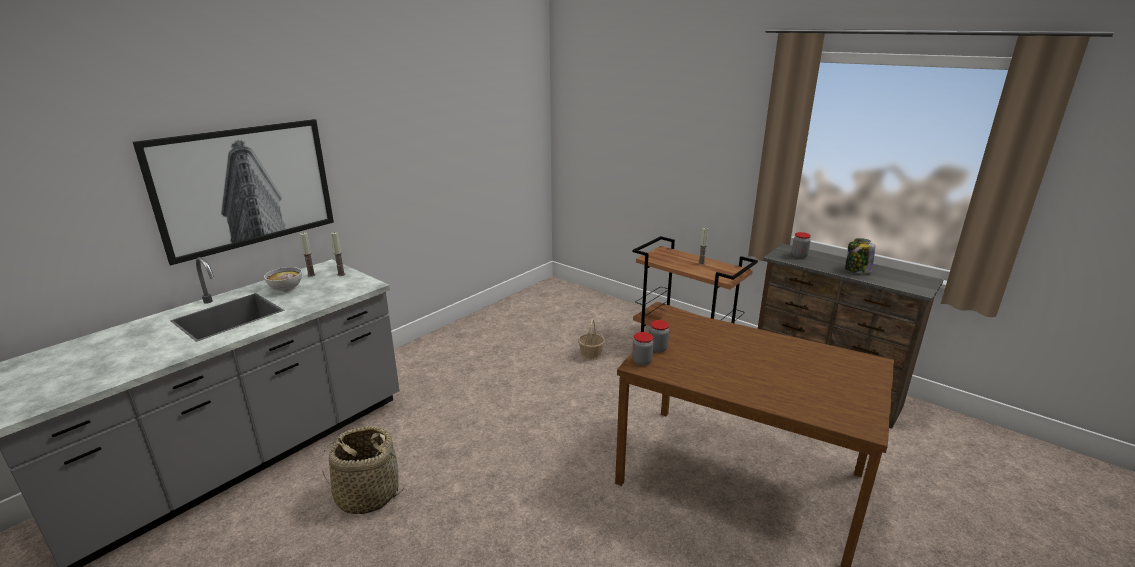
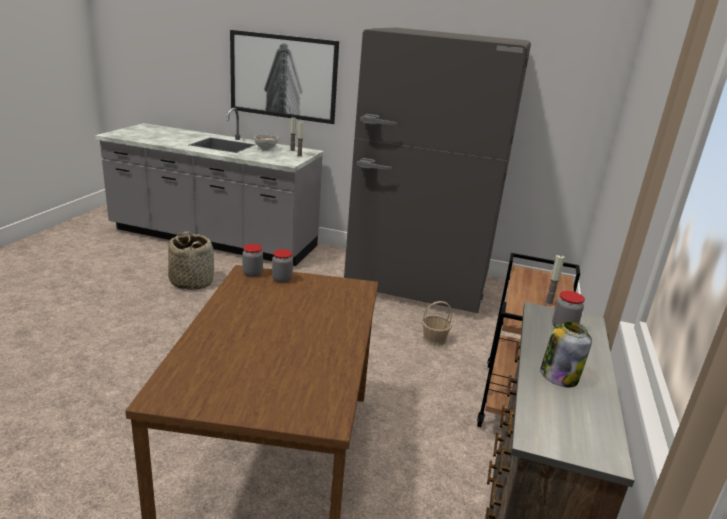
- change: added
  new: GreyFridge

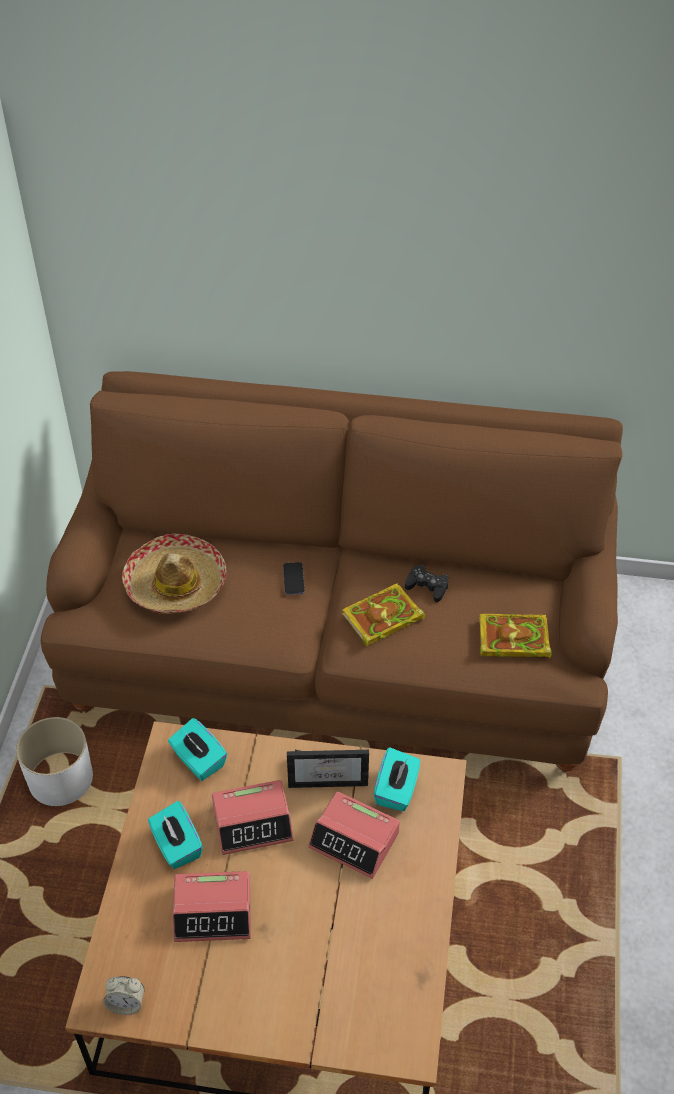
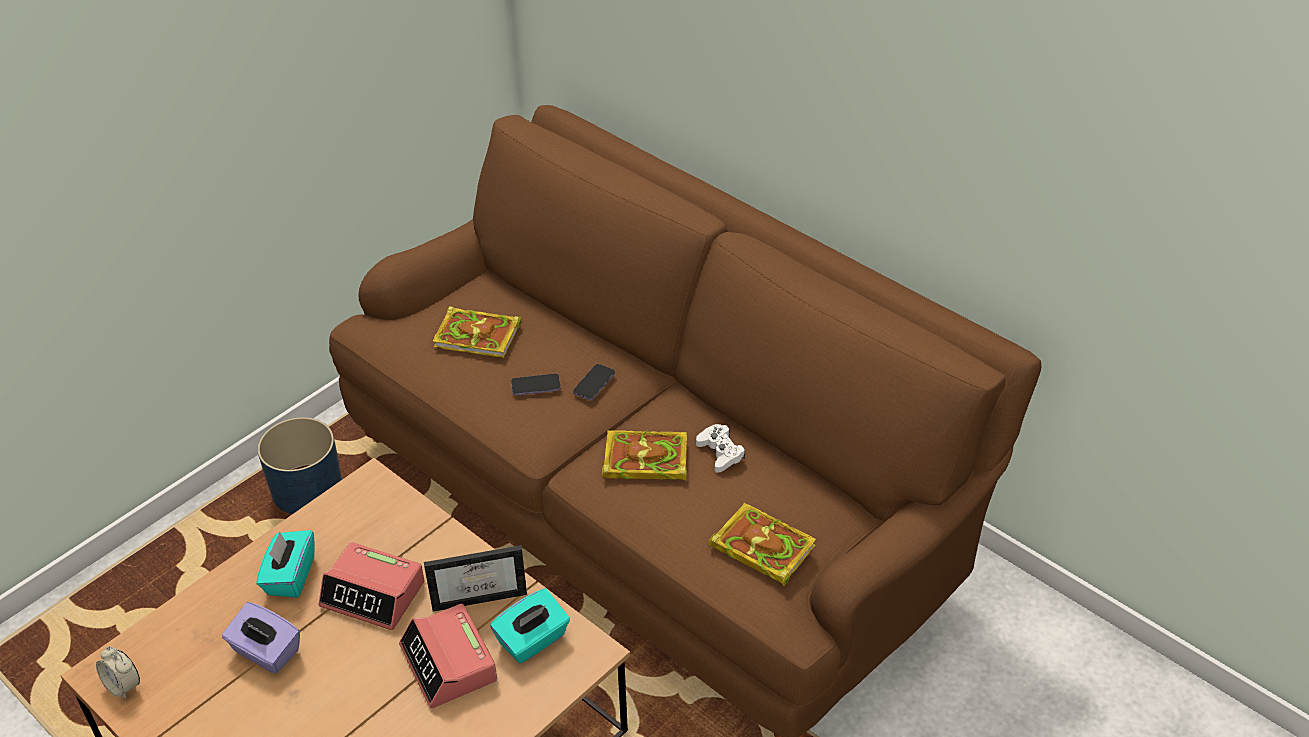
- change: replaced
  old: Hat
  new: Book (1st from left)
- change: recoloured
  old: BlackGameController
  new: WhiteGameController
- change: recoloured
  old: WhitePlanter
  new: BluePlanter
- change: removed
  old: TurquoiseTissueBox (2nd from left)
- change: turned
  old: PictureFrame
  degrees: -45
- change: replaced
  old: AlarmClock (2nd from left)
  new: PurpleTissueBox
- change: added
  new: Phone (1st from left)

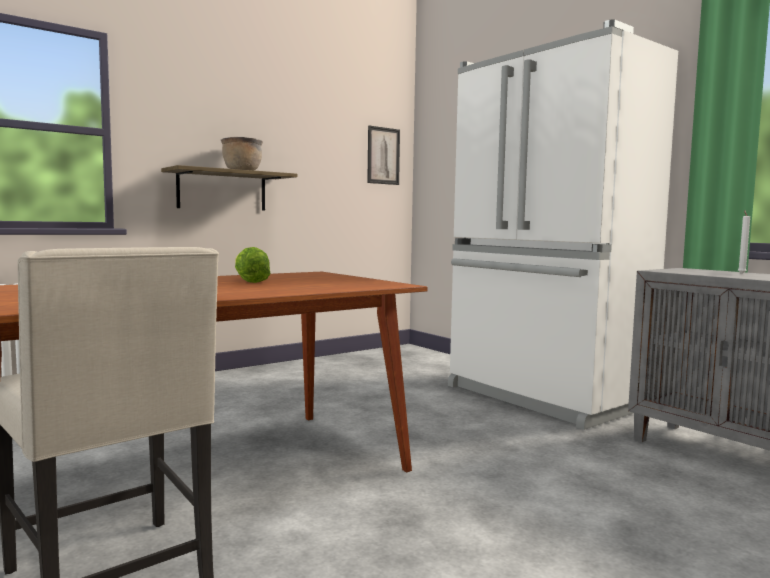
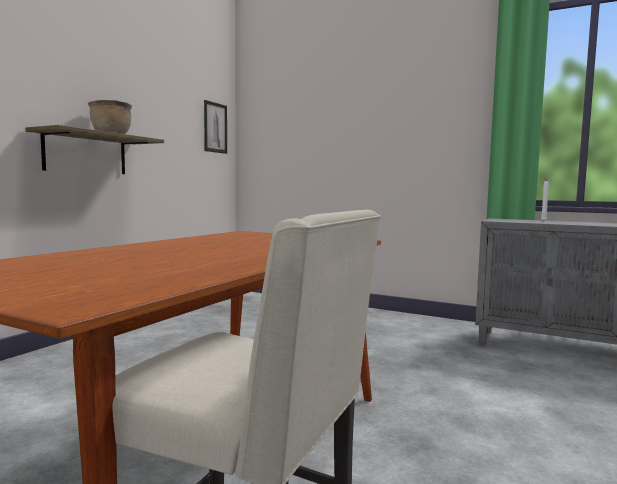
- change: removed
  old: WhiteFridge
- change: removed
  old: Lettuce

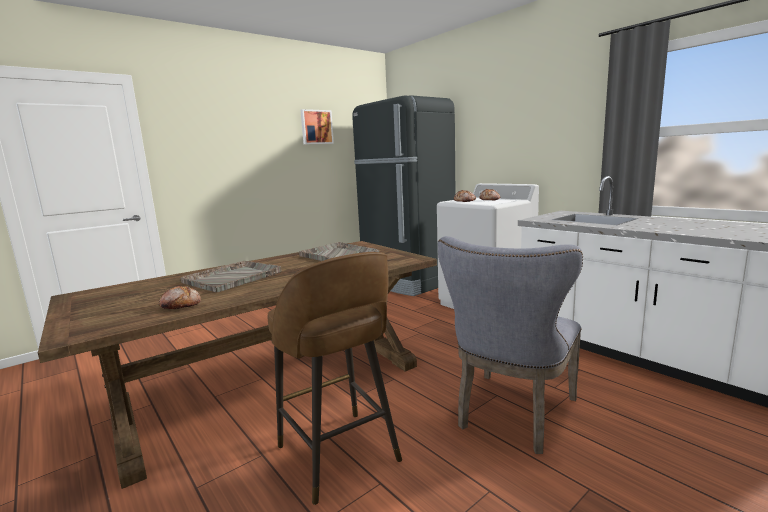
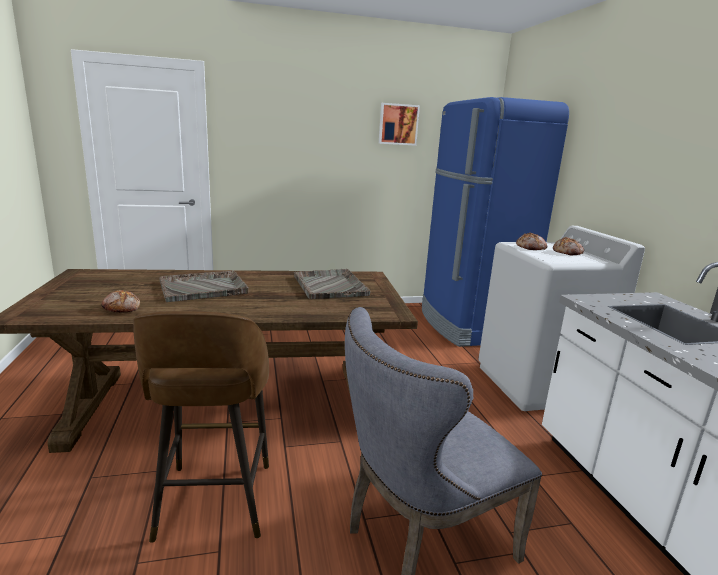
- change: recoloured
  old: BlackFridge
  new: BlueFridge

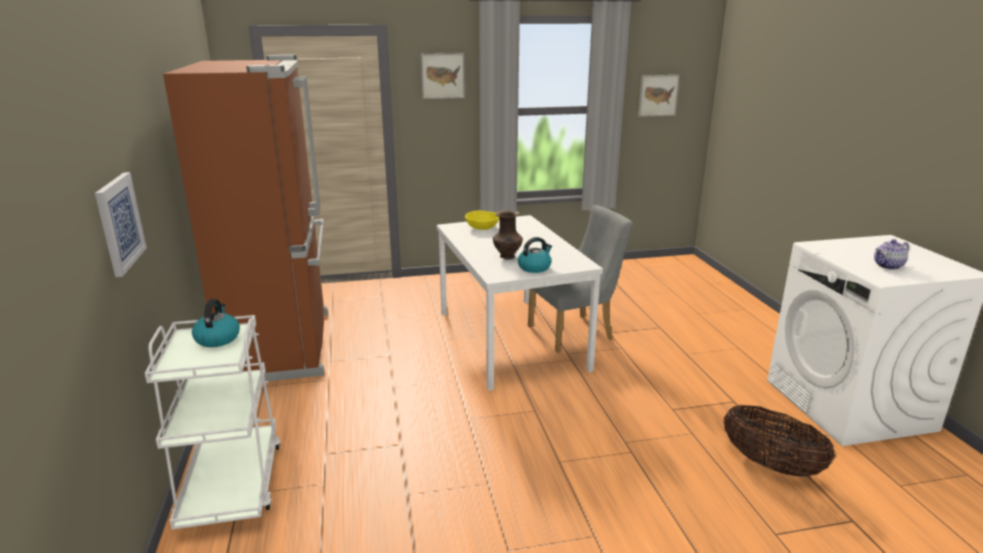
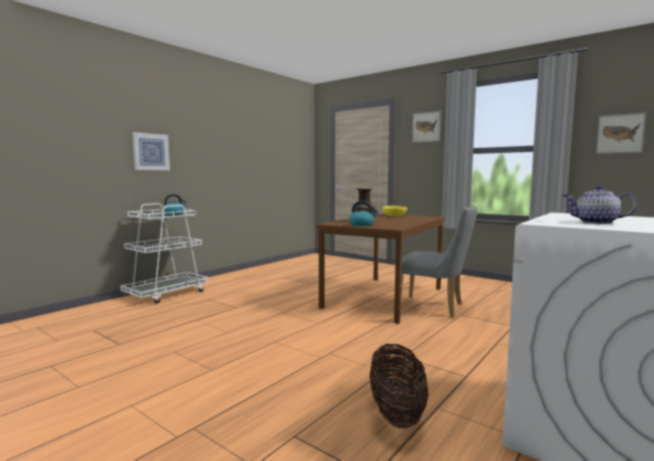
- change: removed
  old: BrownFridge
- change: recoloured
  old: WhiteDiningTable
  new: BrownDiningTable

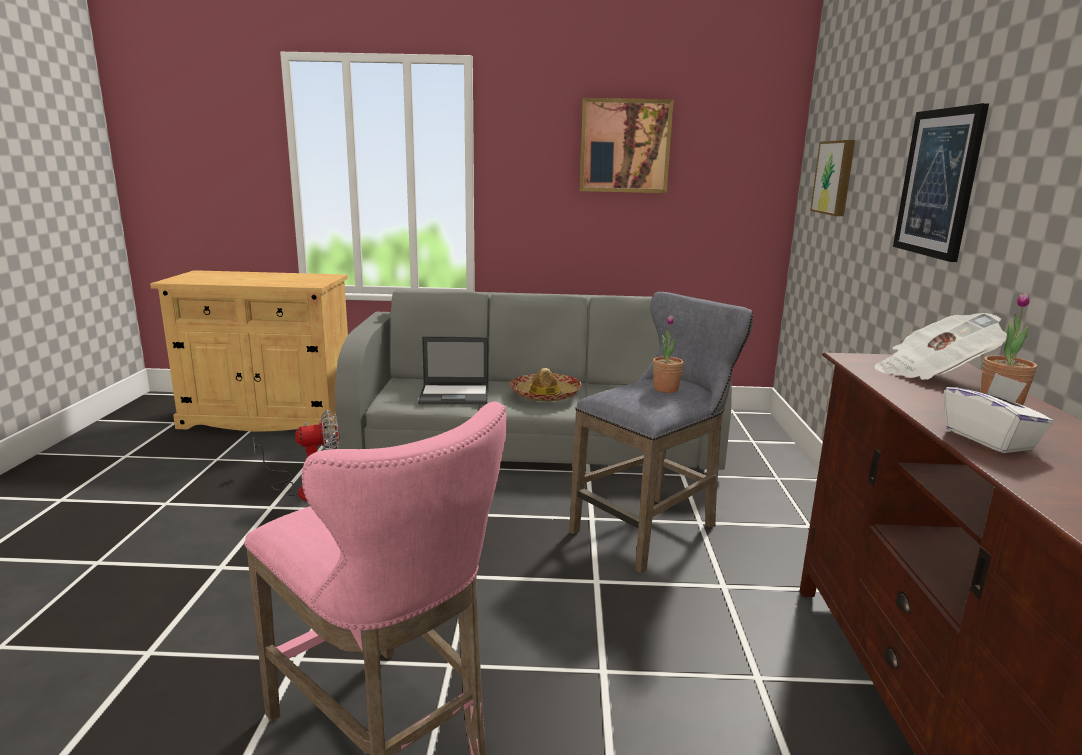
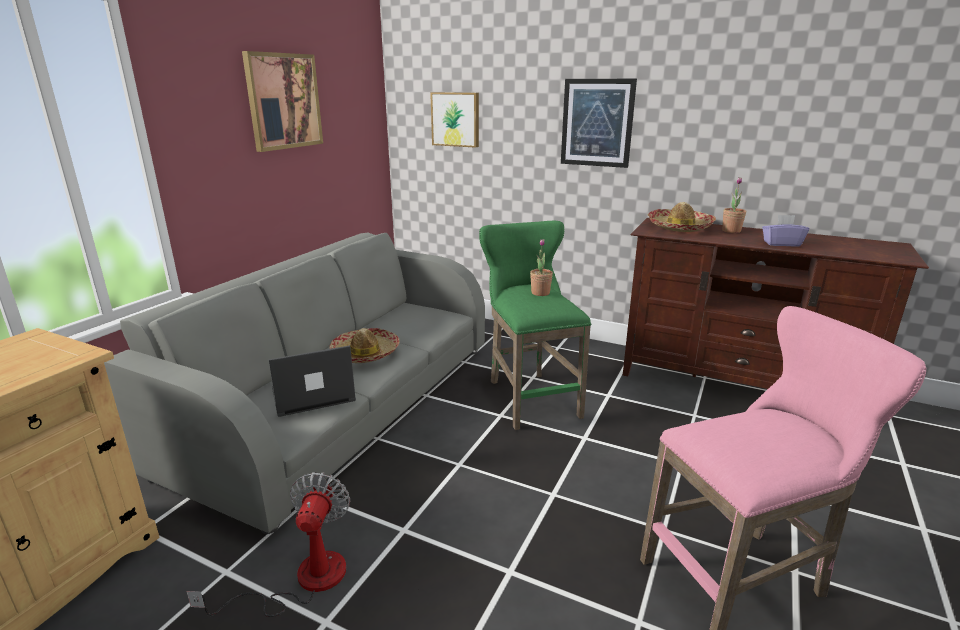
- change: recoloured
  old: GreyStool
  new: GreenStool
- change: replaced
  old: Newspaper
  new: Hat (2nd from left)
- change: turned
  old: Laptop
  degrees: -135
- change: recoloured
  old: WhiteTissueBox
  new: PurpleTissueBox

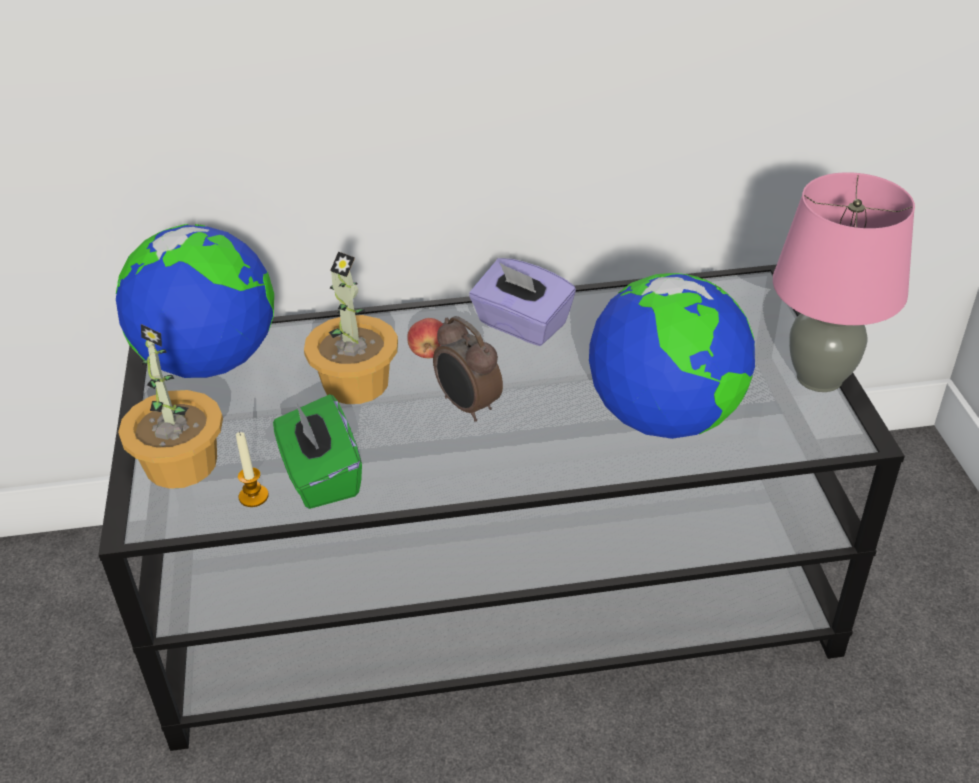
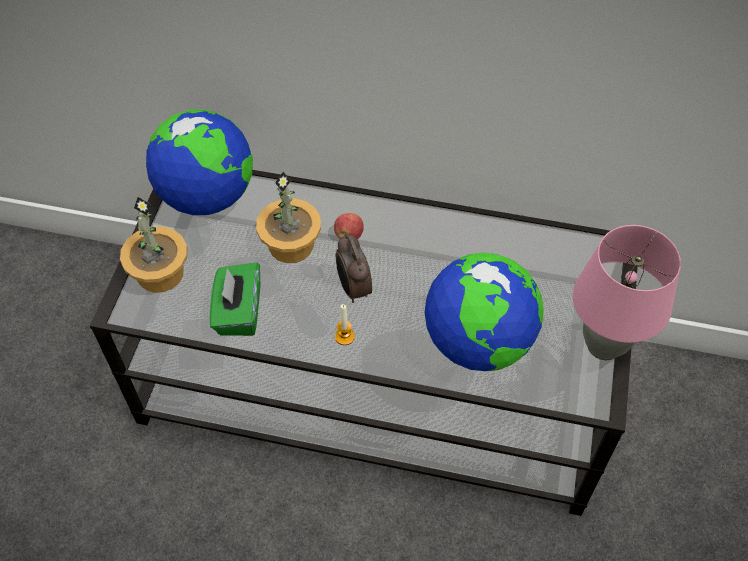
- change: removed
  old: PurpleTissueBox
- change: moved
  old: Candle

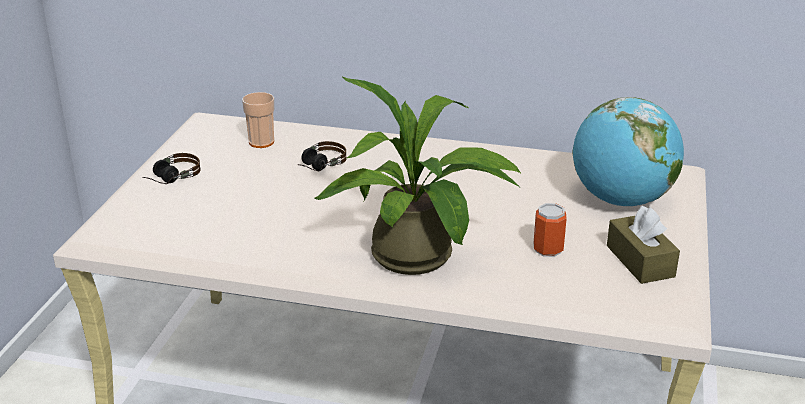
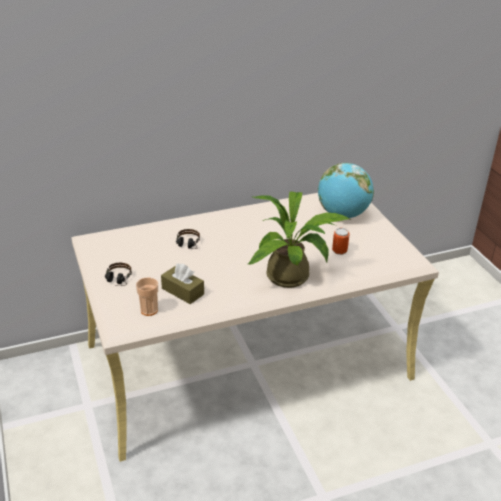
- change: moved
  old: Cup
- change: moved
  old: BrownTissueBox

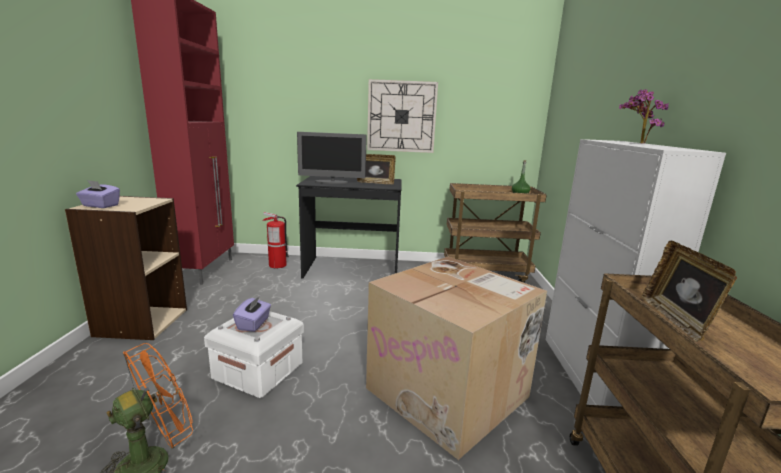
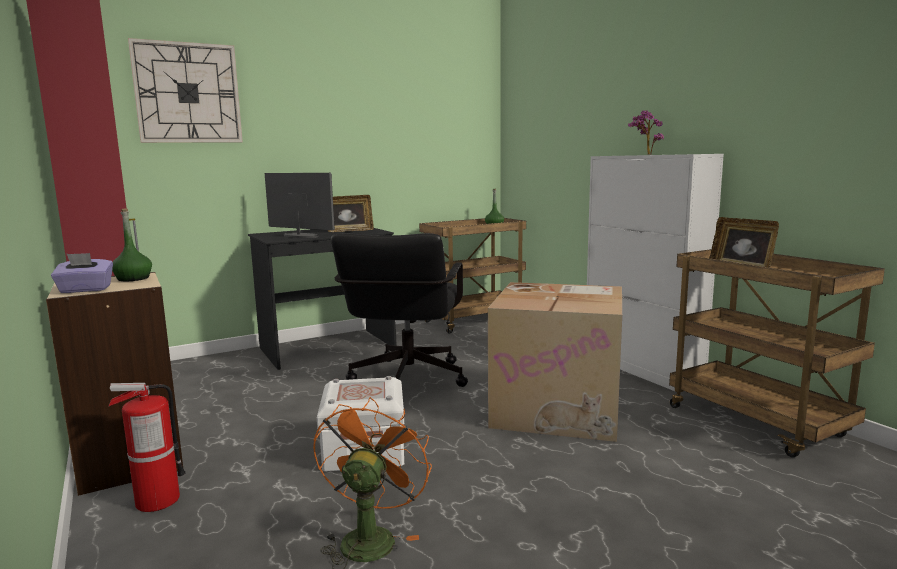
- change: moved
  old: WallClock
- change: turned
  old: Monitor
  degrees: -120
- change: moved
  old: FireExtinguisher
- change: removed
  old: PurpleTissueBox (2nd from left)
- change: added
  new: GreenBottle (1st from left)
- change: added
  new: BlackOfficeChair

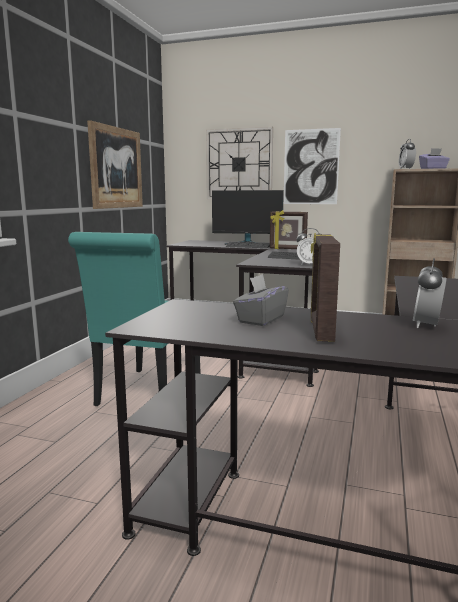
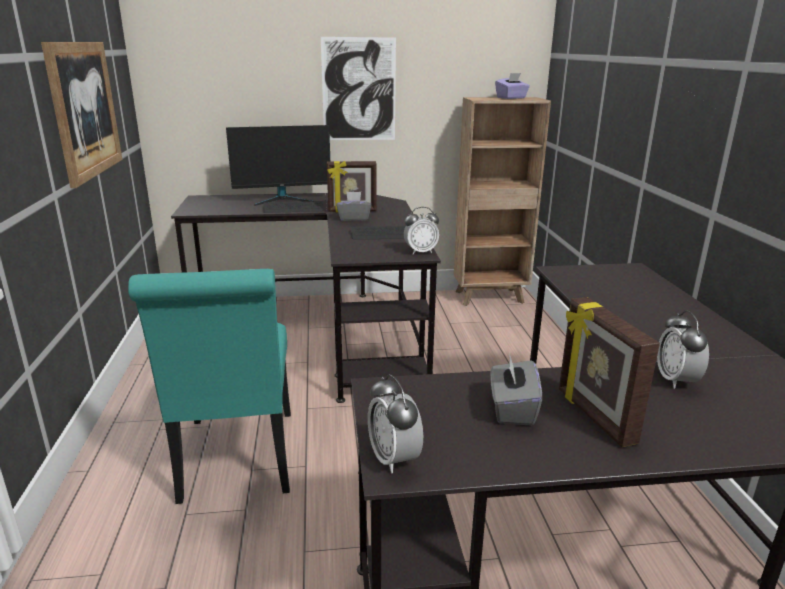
- change: removed
  old: WallClock
- change: moved
  old: AlarmClock (2nd from left in the first image)
  new: AlarmClock (1st from left)
- change: added
  new: GreyTissueBox (1st from left)

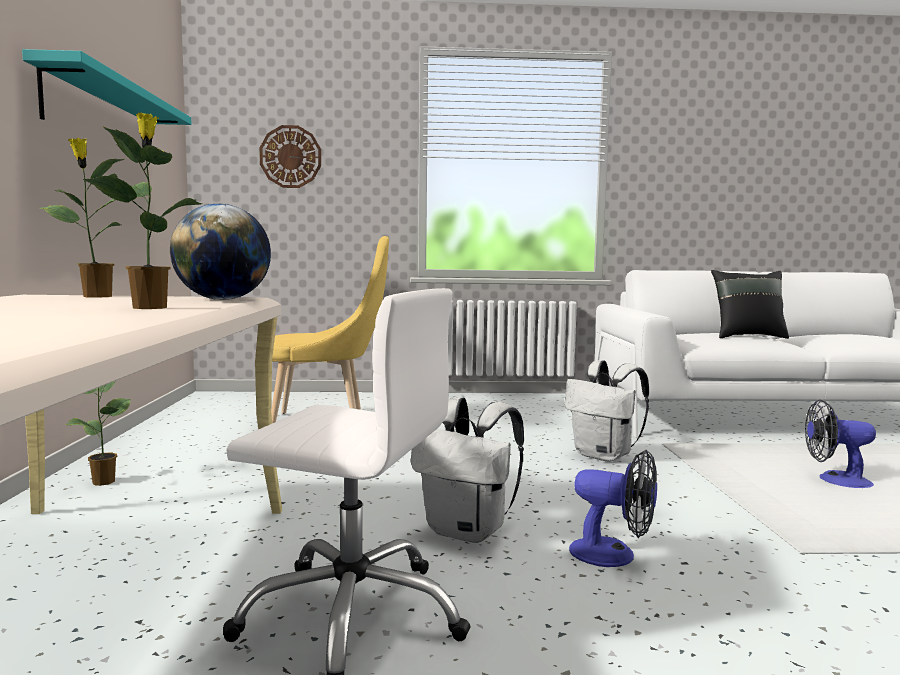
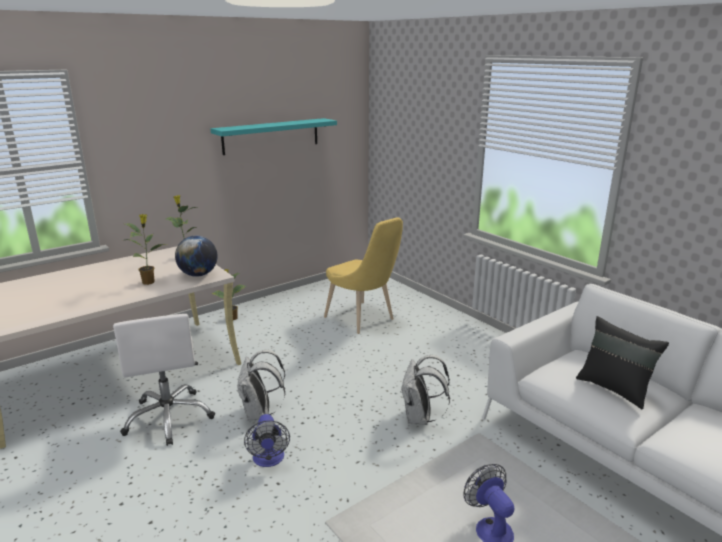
- change: removed
  old: WallClock

